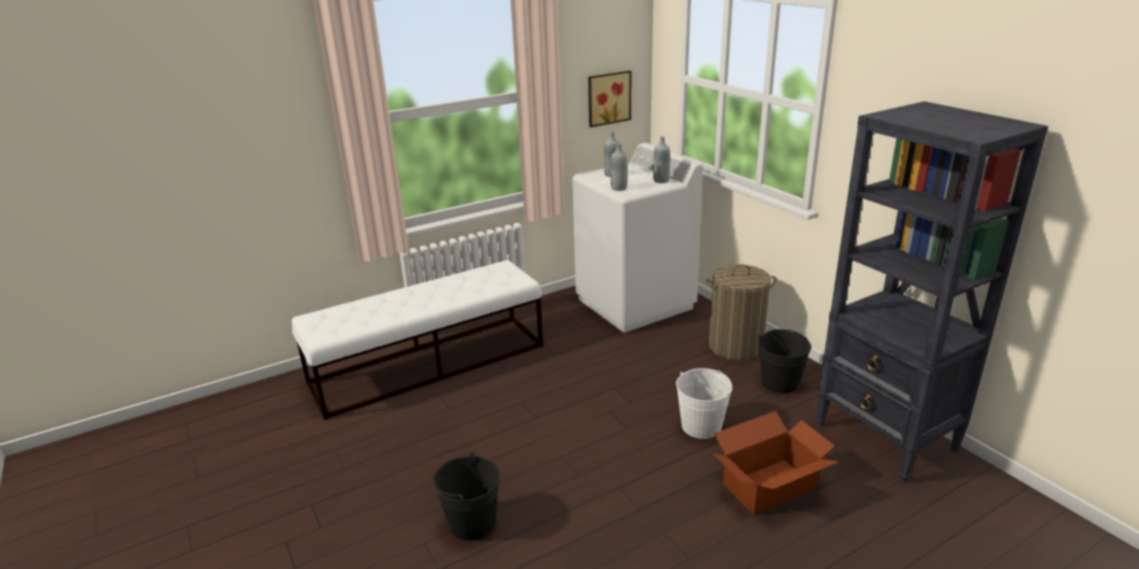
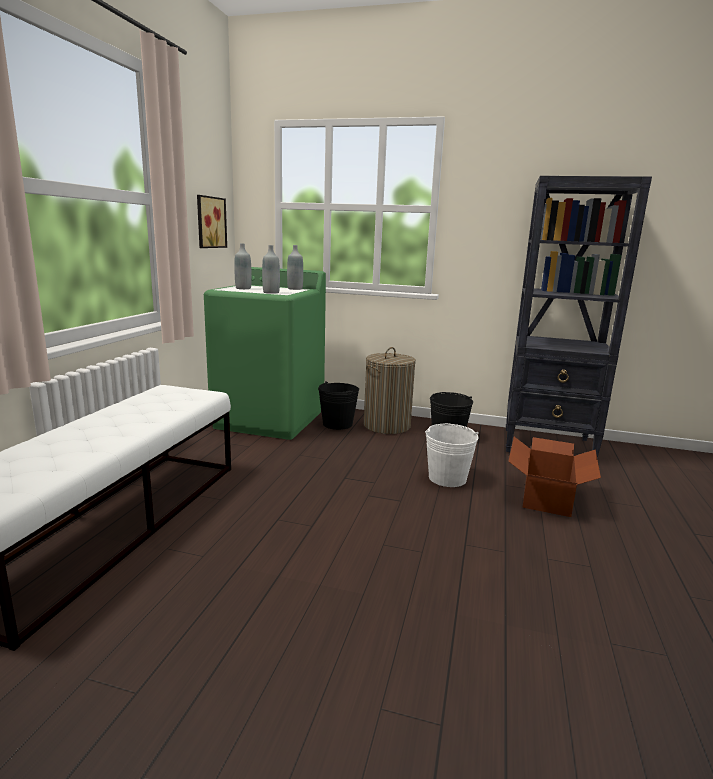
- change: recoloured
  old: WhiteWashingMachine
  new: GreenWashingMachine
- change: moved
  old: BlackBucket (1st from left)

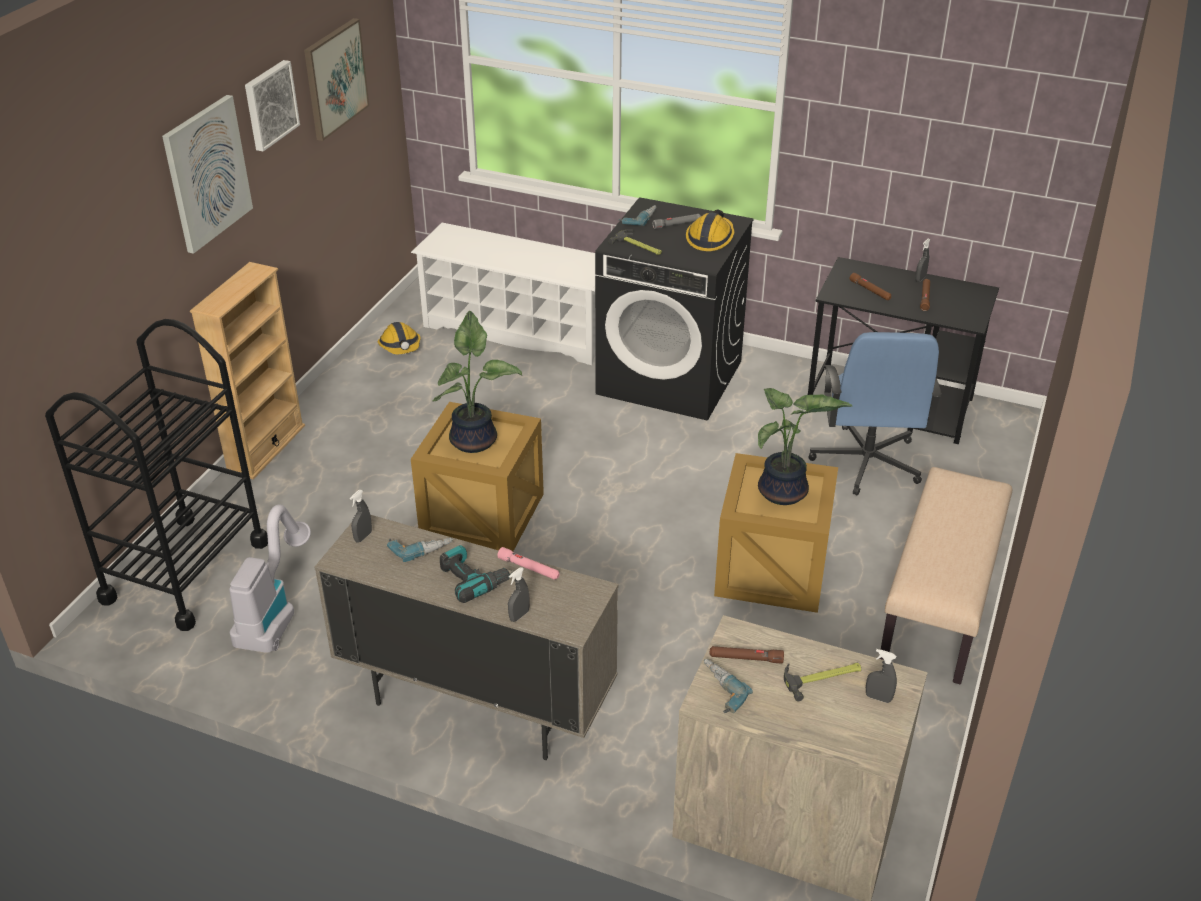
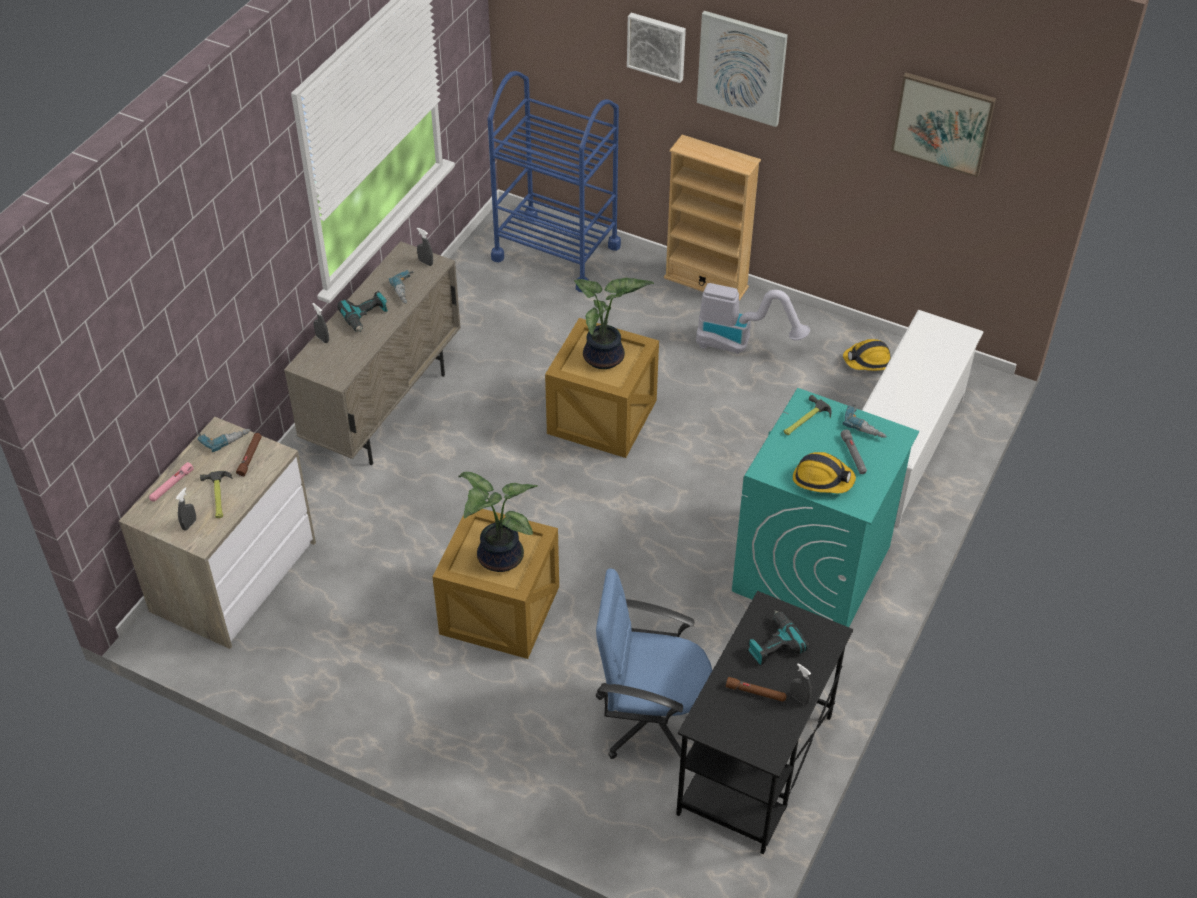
- change: moved
  old: Picture (2nd from left in the first image)
  new: Picture (1st from left)
- change: recoloured
  old: BlackWashingMachine
  new: TurquoiseWashingMachine
- change: replaced
  old: BrownFlashlight (2nd from left)
  new: PowerDrill (4th from left)
- change: recoloured
  old: BlackCart
  new: BlueCart
- change: removed
  old: BeigeBench
- change: moved
  old: VacuumCleaner
- change: moved
  old: PinkFlashlight

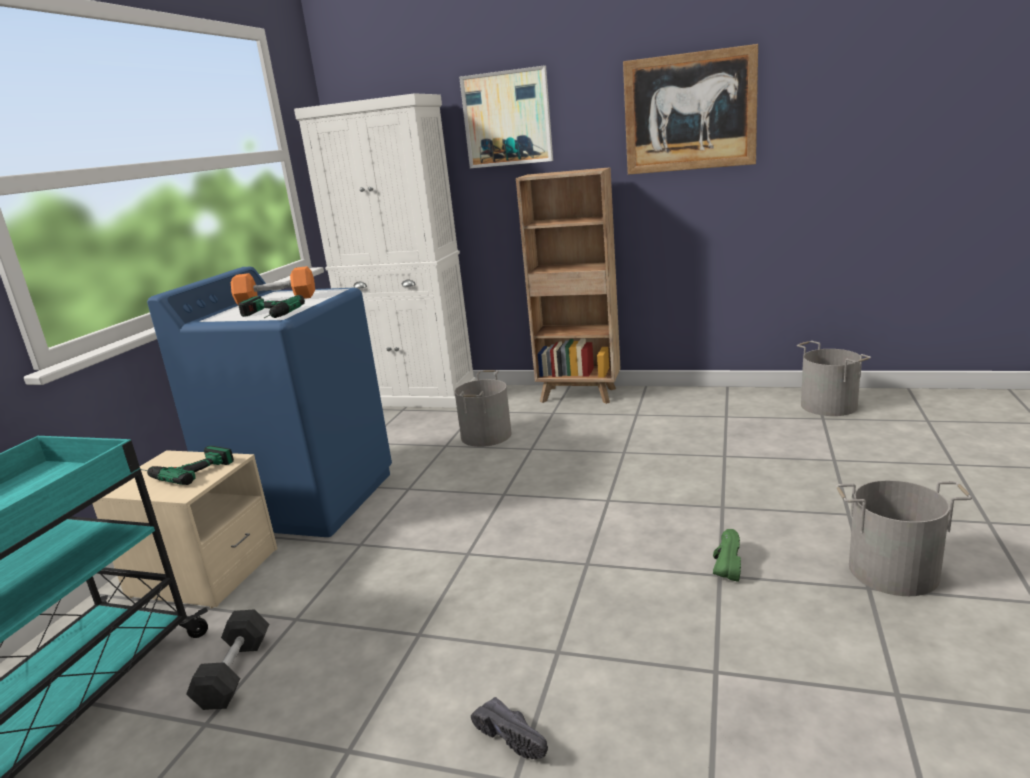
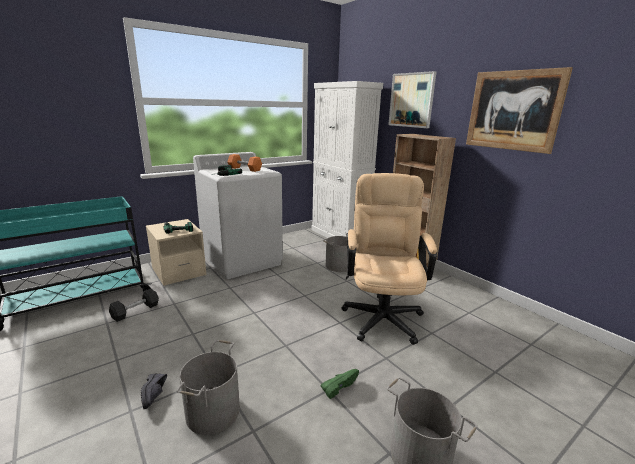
- change: recoloured
  old: BlueWashingMachine
  new: WhiteWashingMachine
- change: moved
  old: GreyBucket (2nd from left in the first image)
  new: GreyBucket (1st from left)
- change: added
  new: BeigeOfficeChair

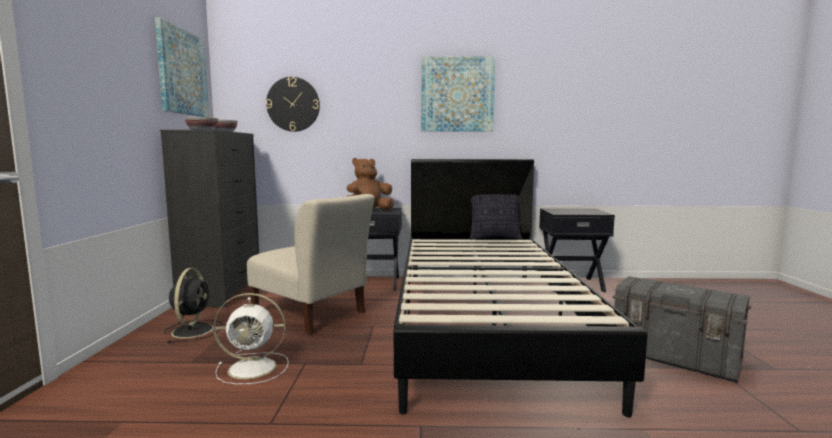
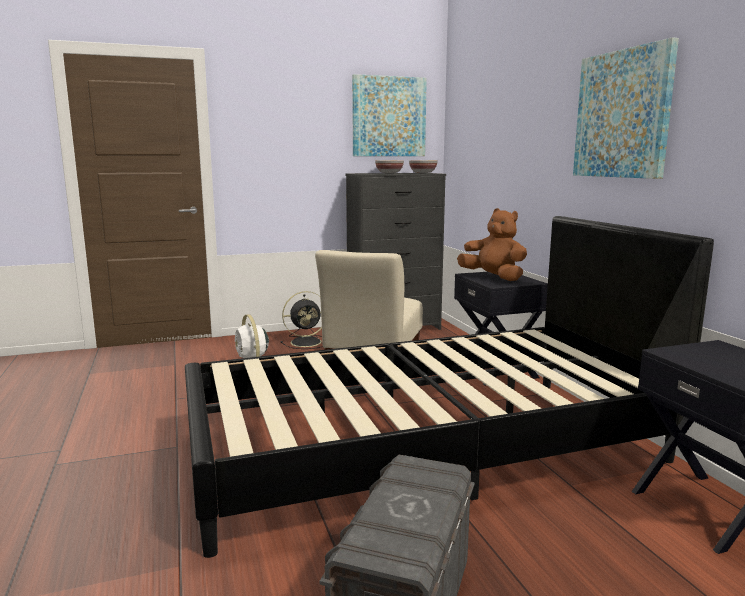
- change: removed
  old: WallClock
- change: removed
  old: Pillow

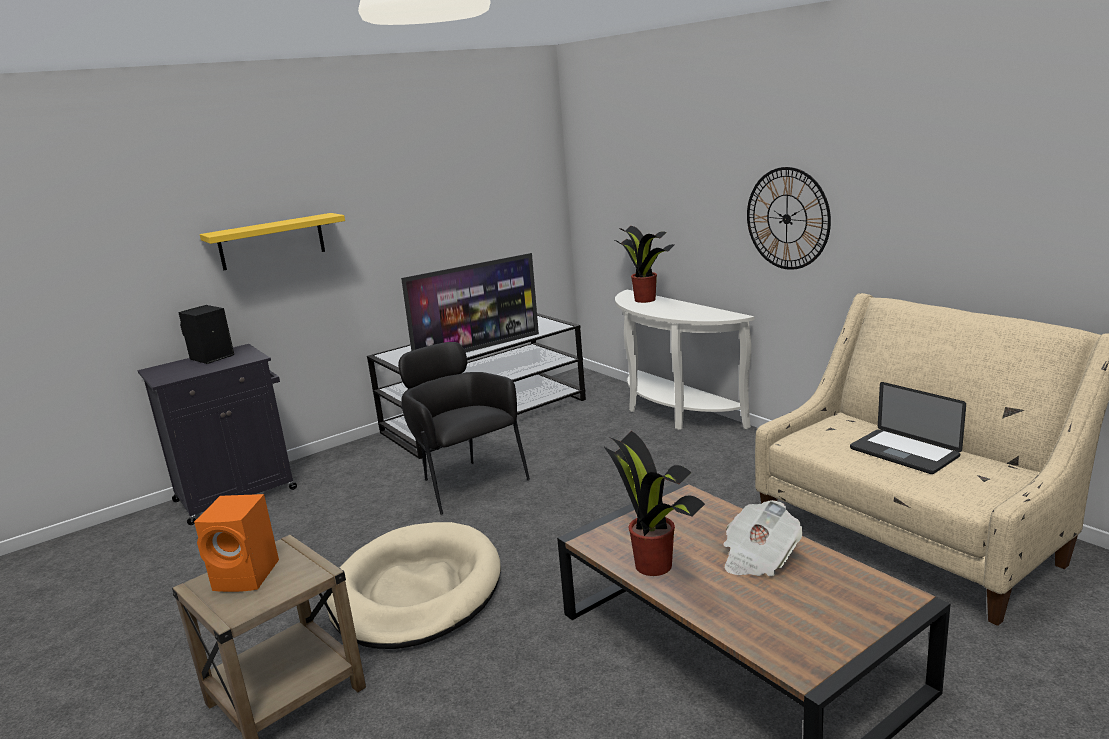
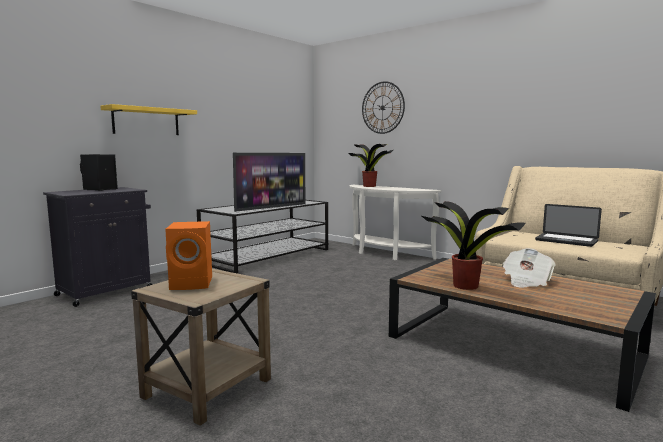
- change: moved
  old: WallClock
- change: removed
  old: BlackArmchair
- change: removed
  old: BeigeDogBed

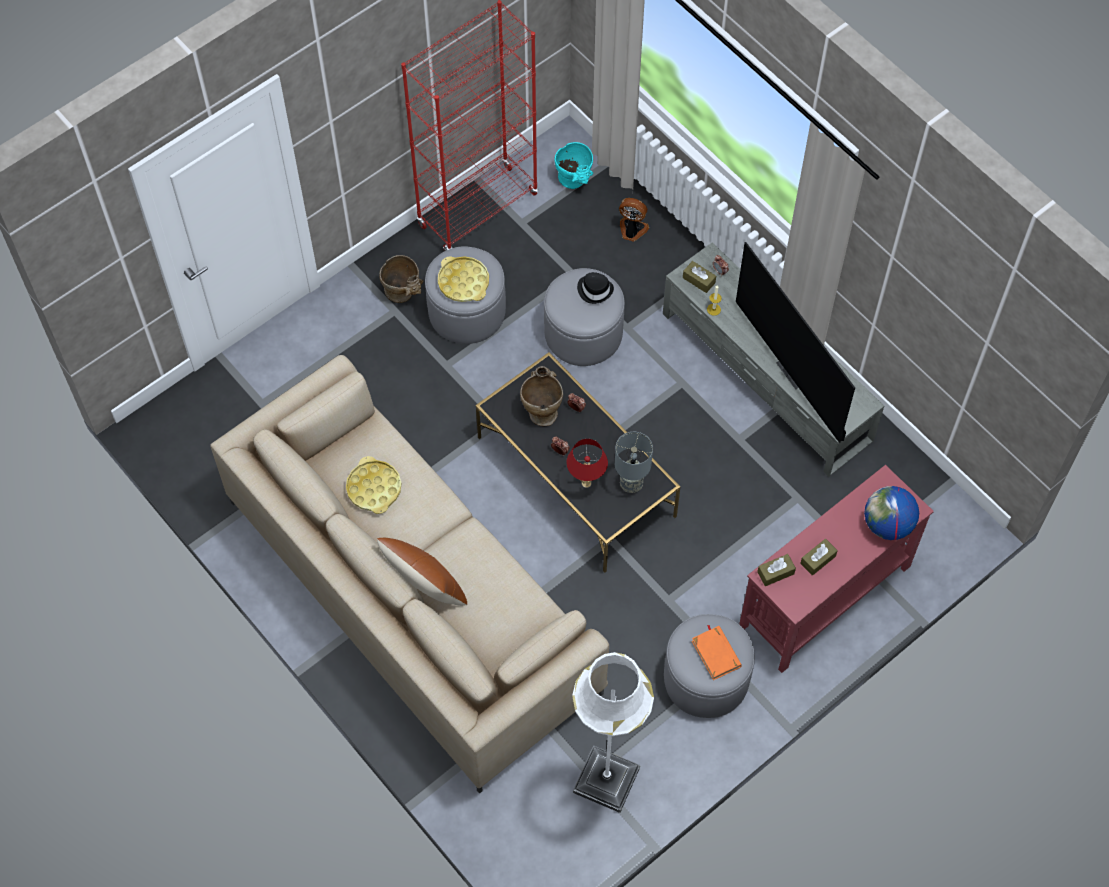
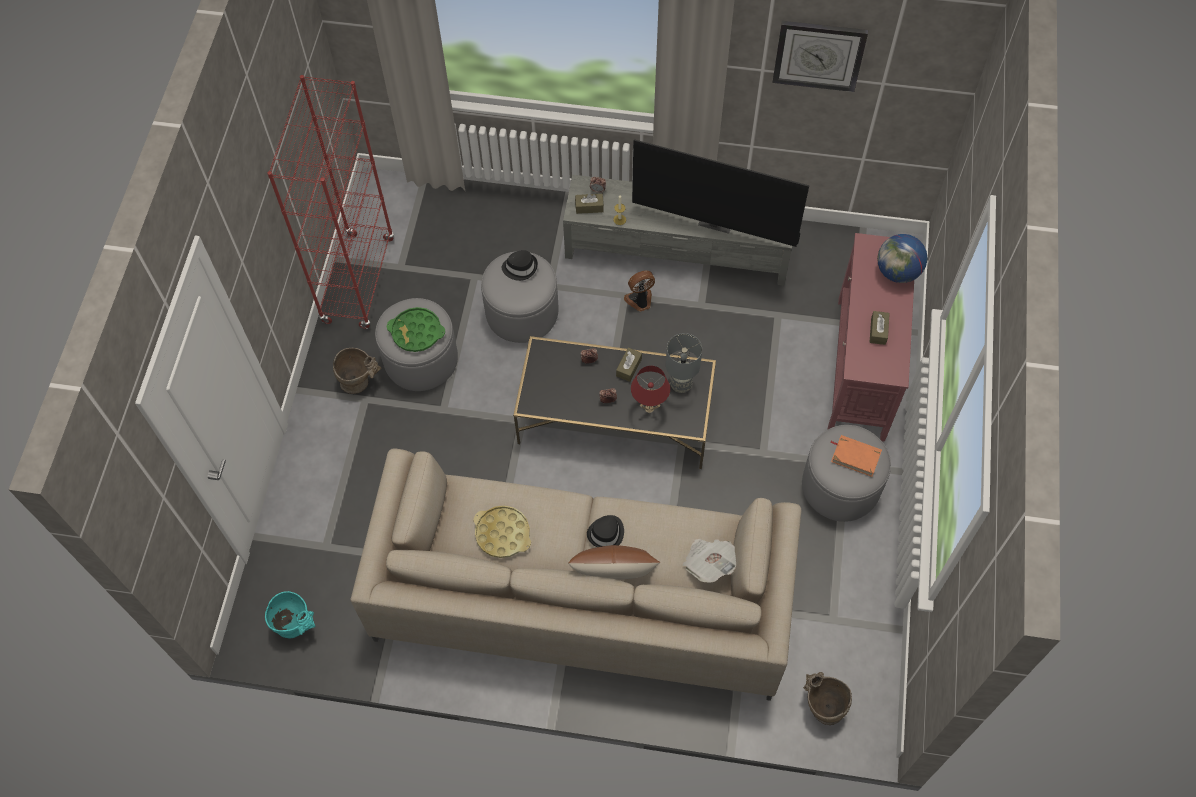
- change: moved
  old: TurquoiseVase
- change: moved
  old: Fan
- change: recoloured
  old: YellowTray (2nd from left)
  new: GreenTray
- change: moved
  old: BeigeVase (2nd from left)
- change: moved
  old: BrownTissueBox (2nd from left)
- change: removed
  old: WhiteFloorLamp
- change: added
  new: WallClock
- change: added
  new: BlackHat (2nd from left)
- change: added
  new: Newspaper

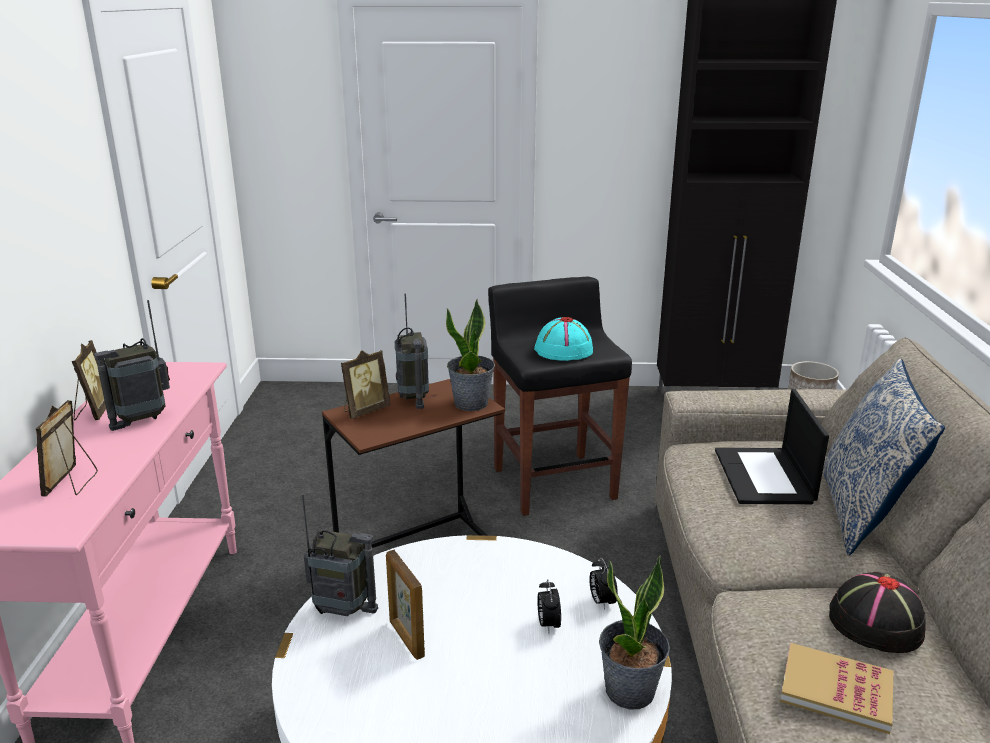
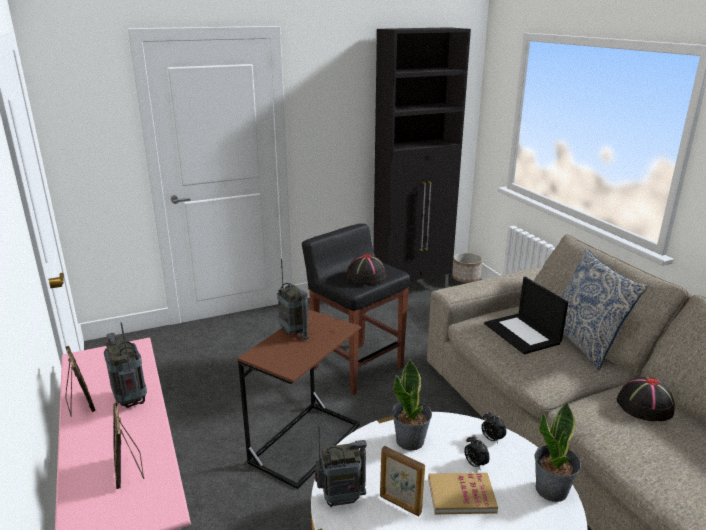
- change: moved
  old: PottedPlant (1st from left)
- change: turned
  old: Radio (1st from left)
  degrees: 120
- change: recoloured
  old: TurquoiseHat
  new: BlackHat (1st from left)
- change: removed
  old: PictureFrame (3rd from left)
- change: moved
  old: Book

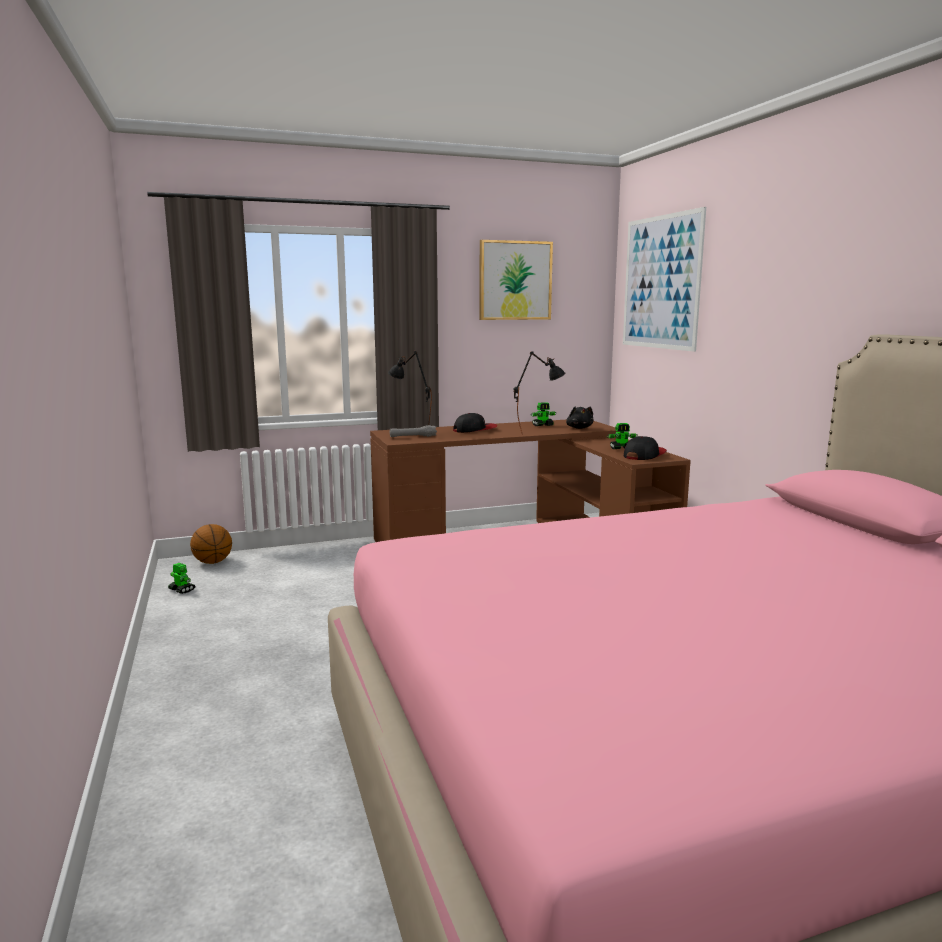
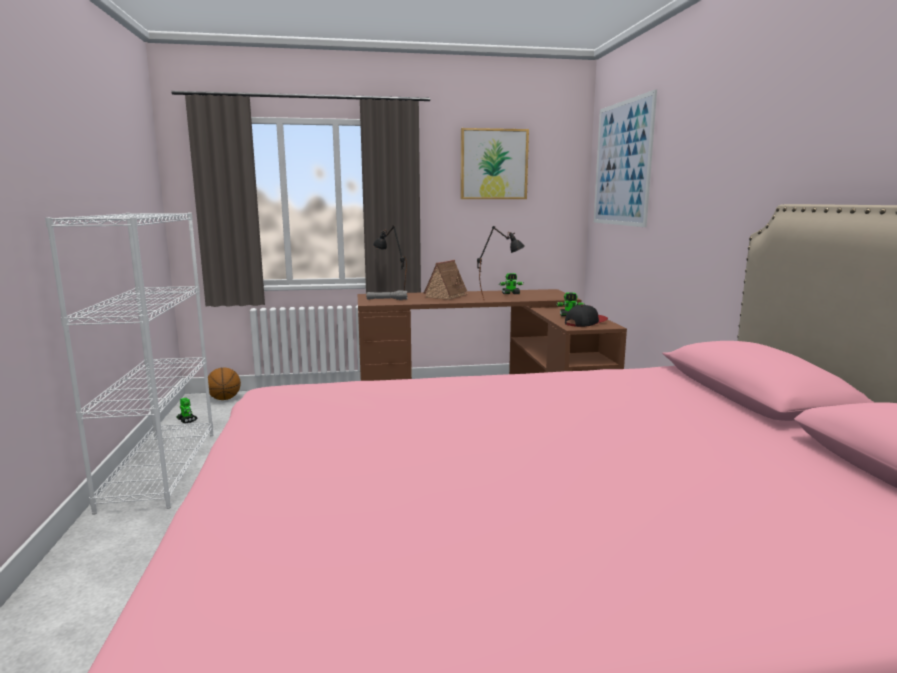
- change: removed
  old: BlackPlushToy
- change: replaced
  old: Cap (1st from left)
  new: ToyHouse
- change: added
  new: WhiteBookcase

